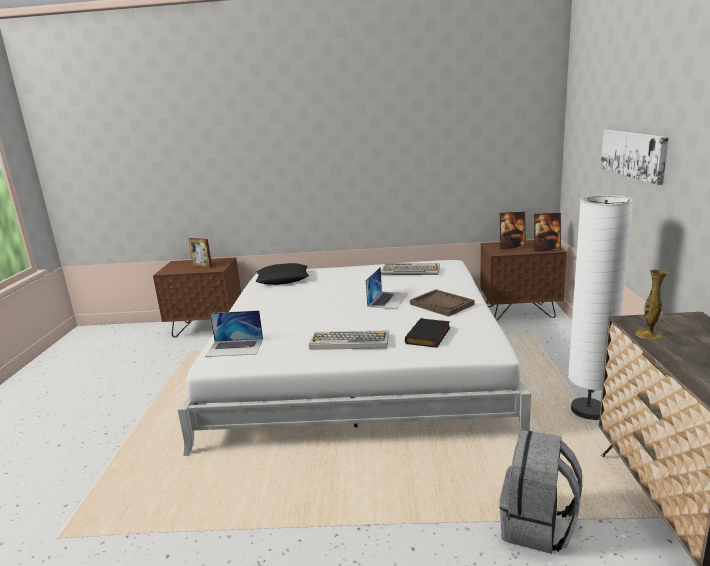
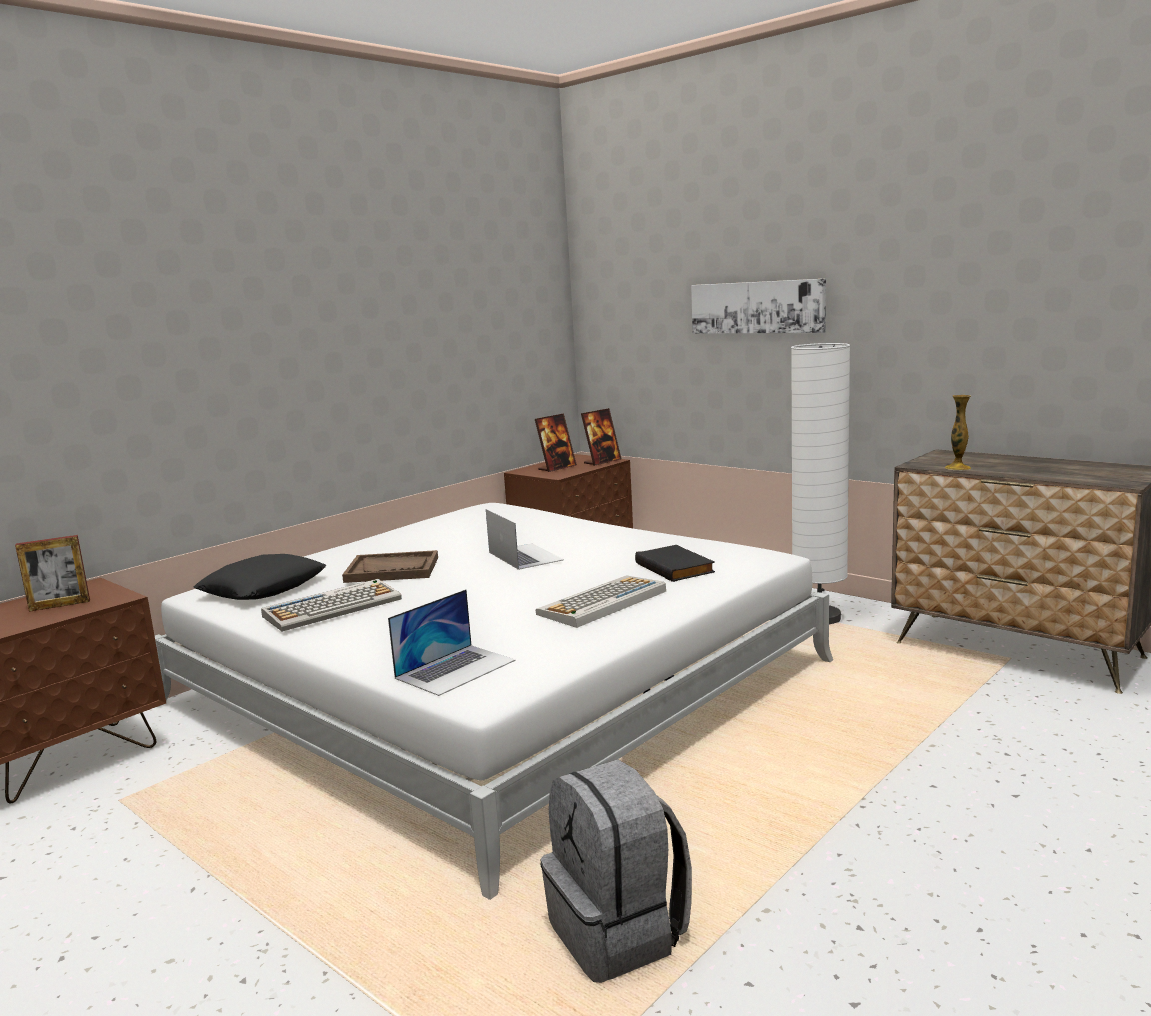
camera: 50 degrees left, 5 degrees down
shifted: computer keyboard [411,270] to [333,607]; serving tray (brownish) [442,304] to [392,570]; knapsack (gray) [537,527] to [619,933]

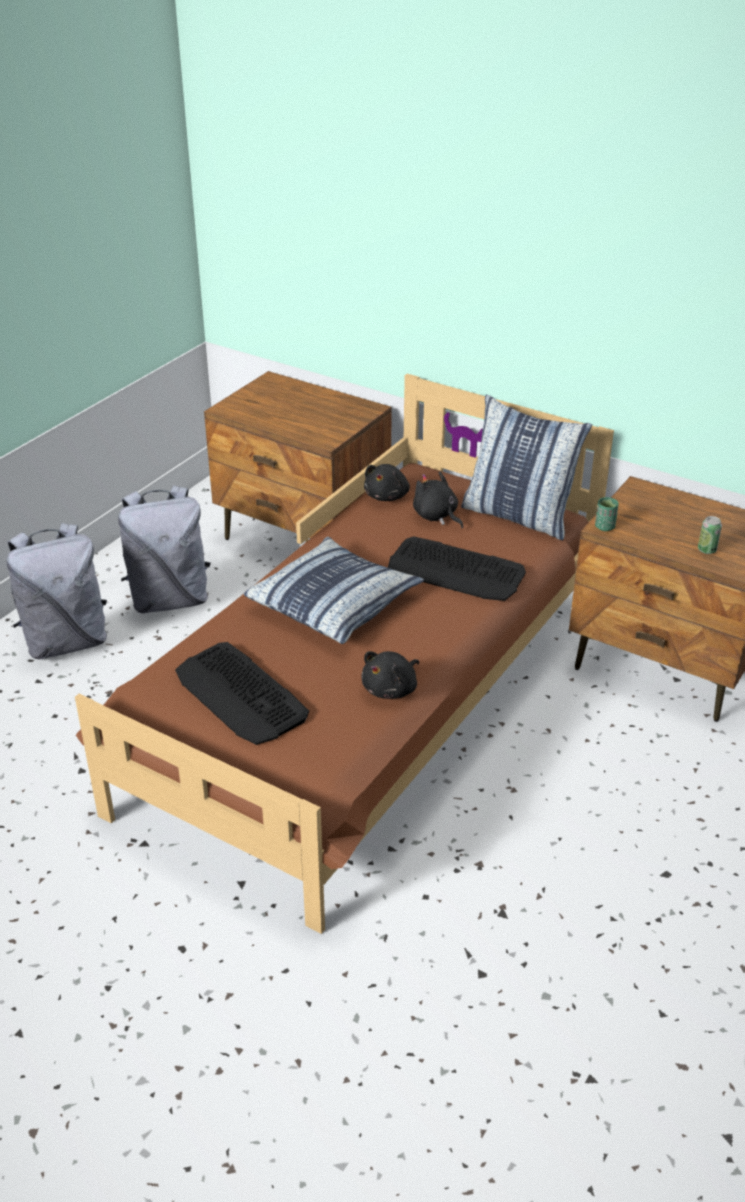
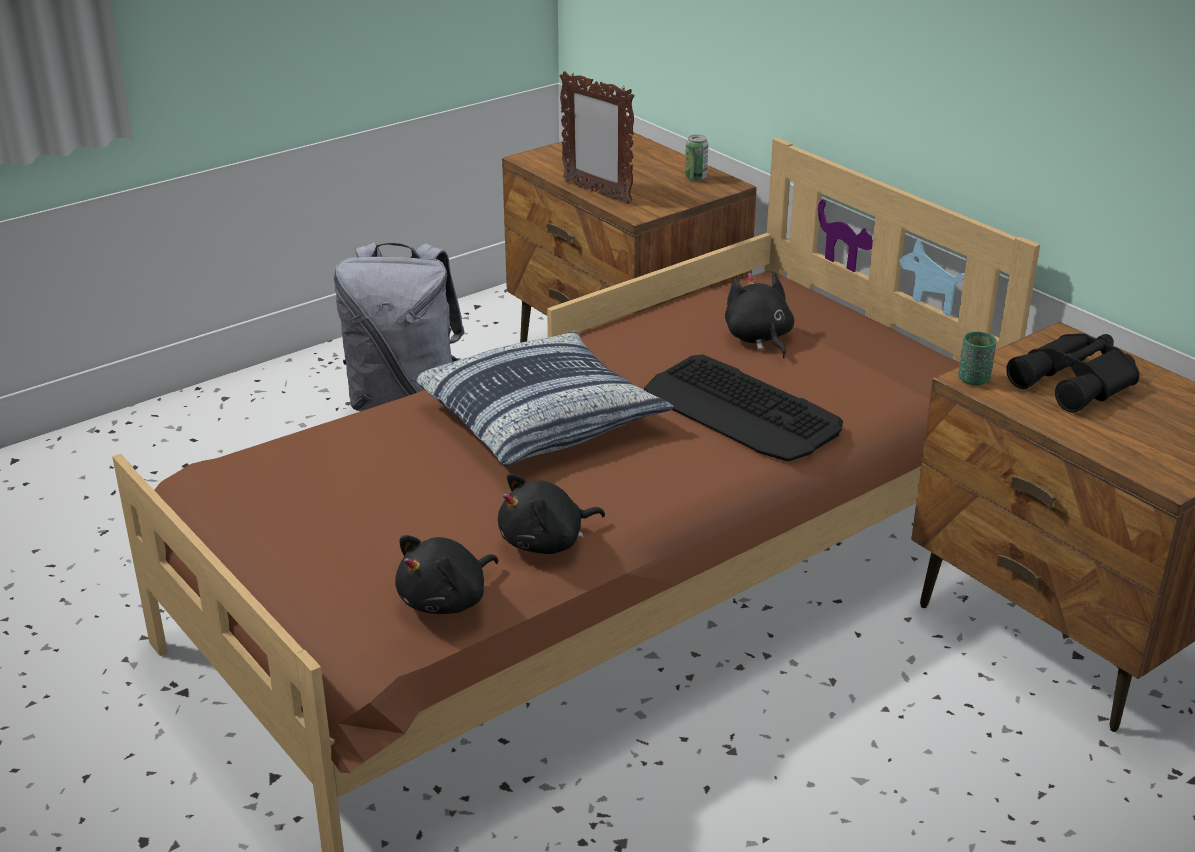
camera: 20 degrees right, 5 degrees down
gone: knapsack (gray) [66,641]; computer keyboard [240,694]; pillow [519,516]
new: standing frame [596,192]; pair of binoculars (black) [1076,383]
shifted: soft toy (black) [387,496] to [447,600]; can [707,550] to [695,178]

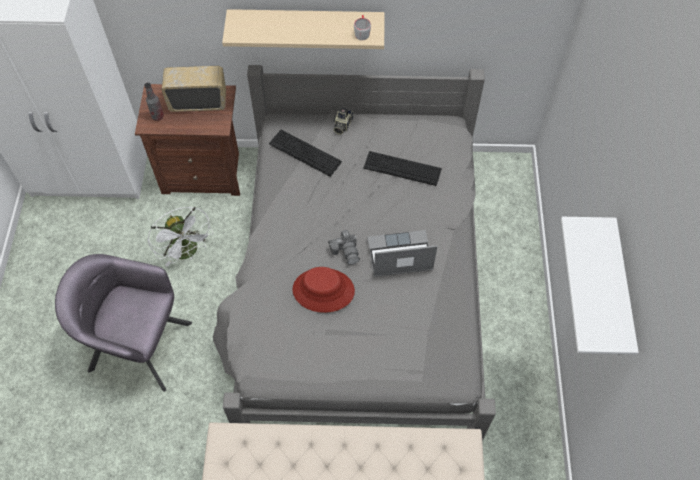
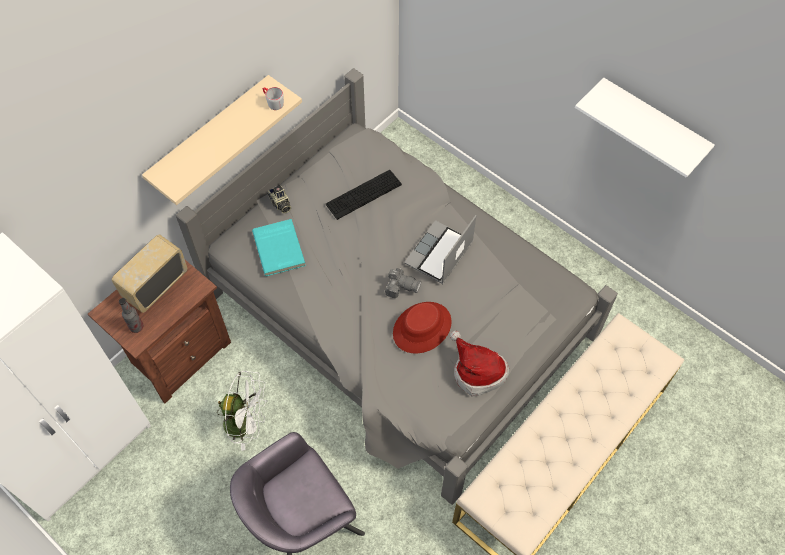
camera: 50 degrees left, 0 degrees up
new: wearable hat [476,371]
swapped: computer keyboard [305,153] to bound book (turquoise-coloured) [280,248]

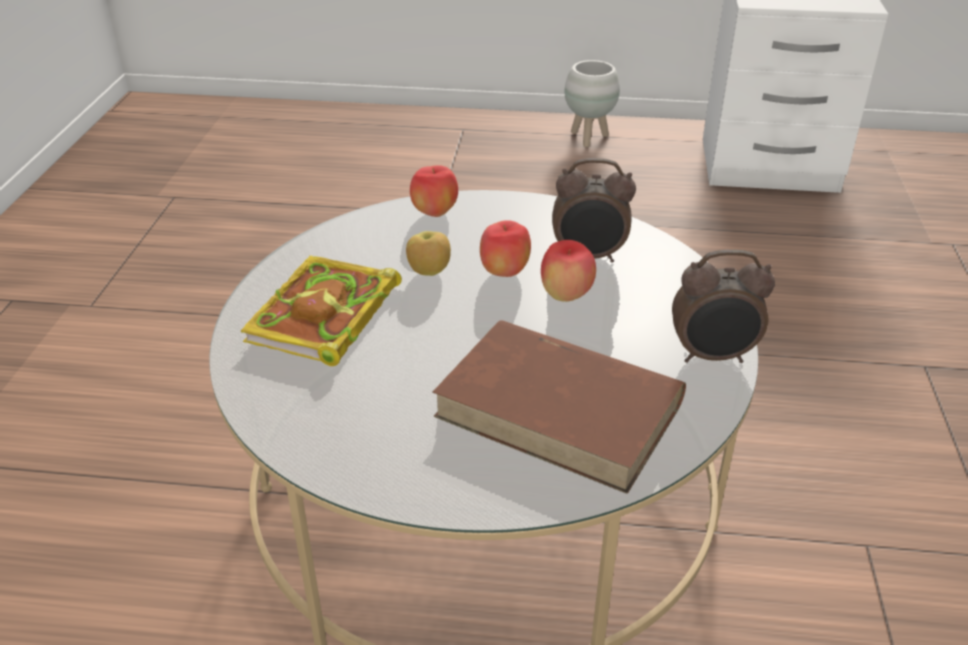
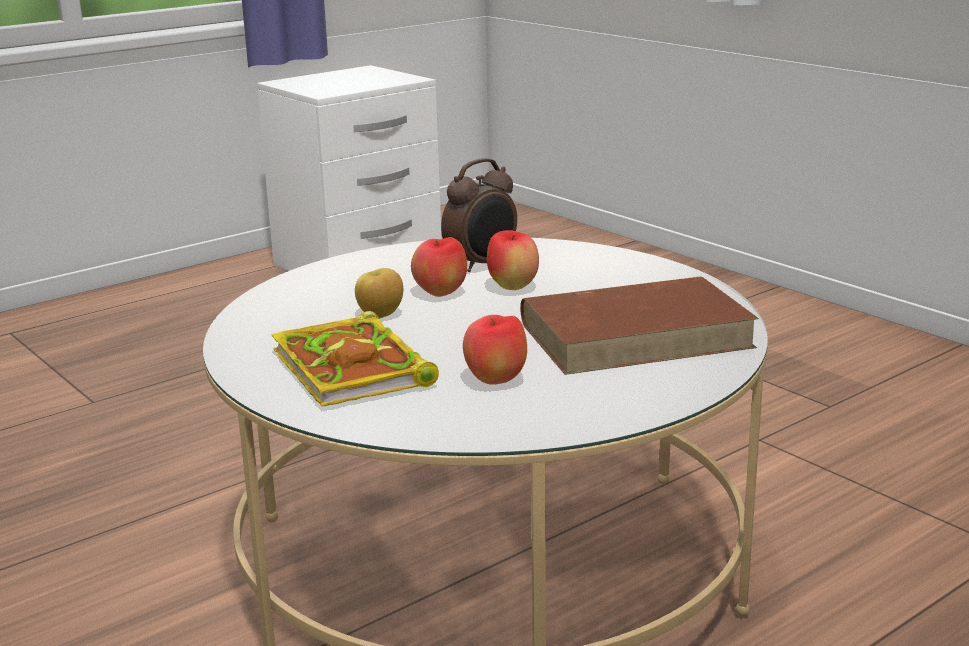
camera: 45 degrees left, 15 degrees down
gone: plant pot (whitish) [588,138]; table clock [713,356]
shifted: apple [435,213] to [495,381]

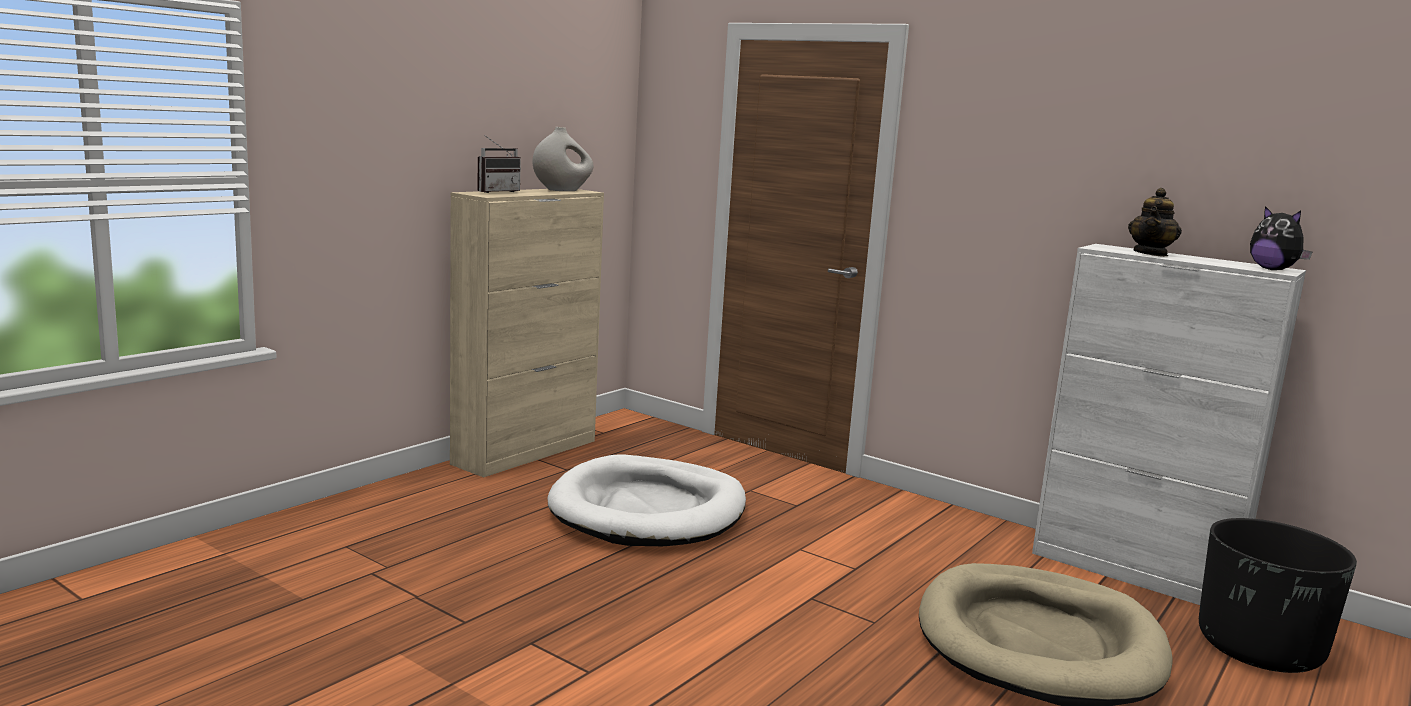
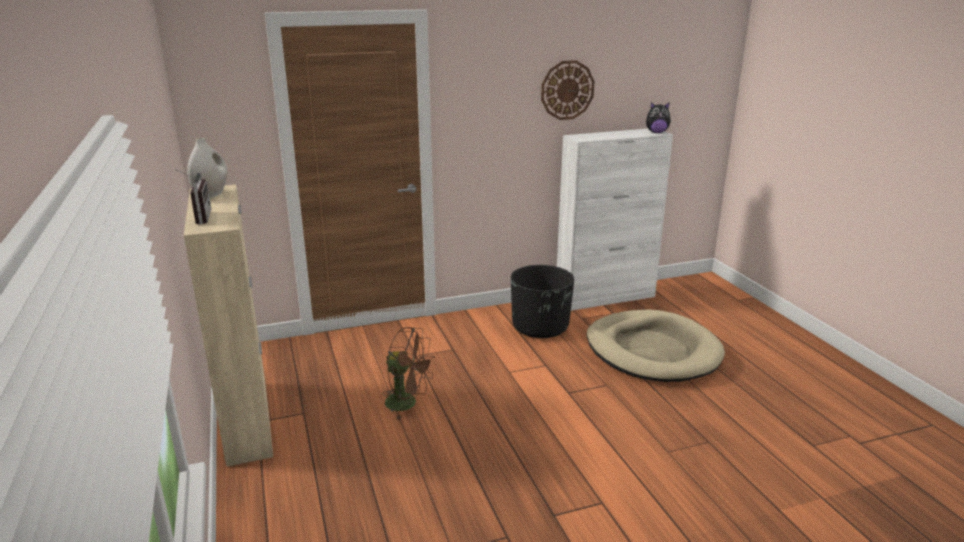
camera: 55 degrees left, 10 degrees up
gone: pot for tea [1151,254]
new: clock on the wall [567,90]
shifted: plant pot (black) [1259,648] to [540,327]
swapped: dog cushion (whitish) [648,510] to fan (brownish) [408,403]

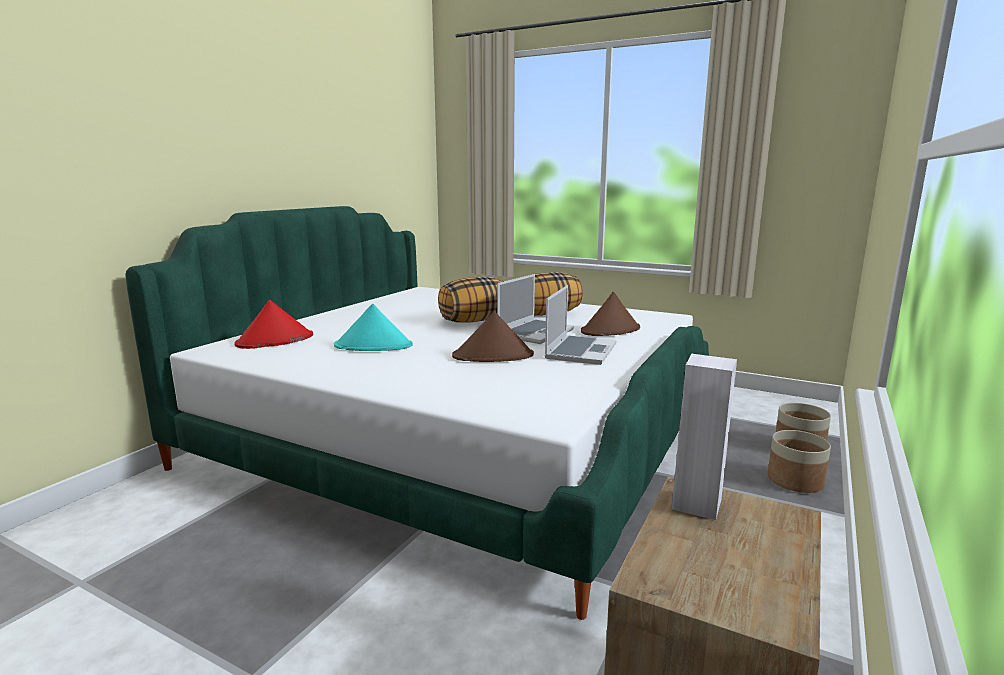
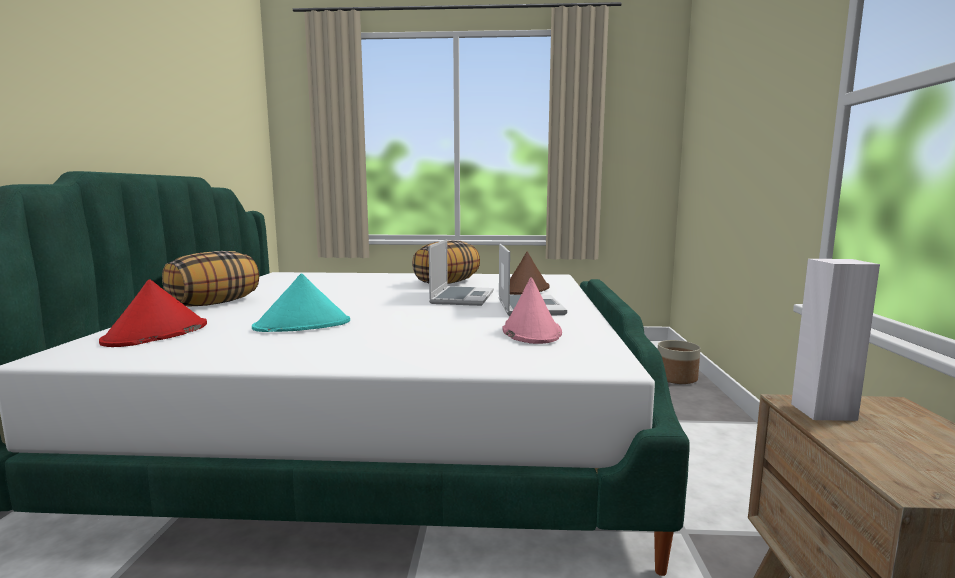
camera: 25 degrees left, 5 degrees down
gone: wearable hat (brownish) [493,356]; plant pot [795,481]
new: wearable hat (pinkish) [530,331]
shifted: pillow [475,321] to [215,303]

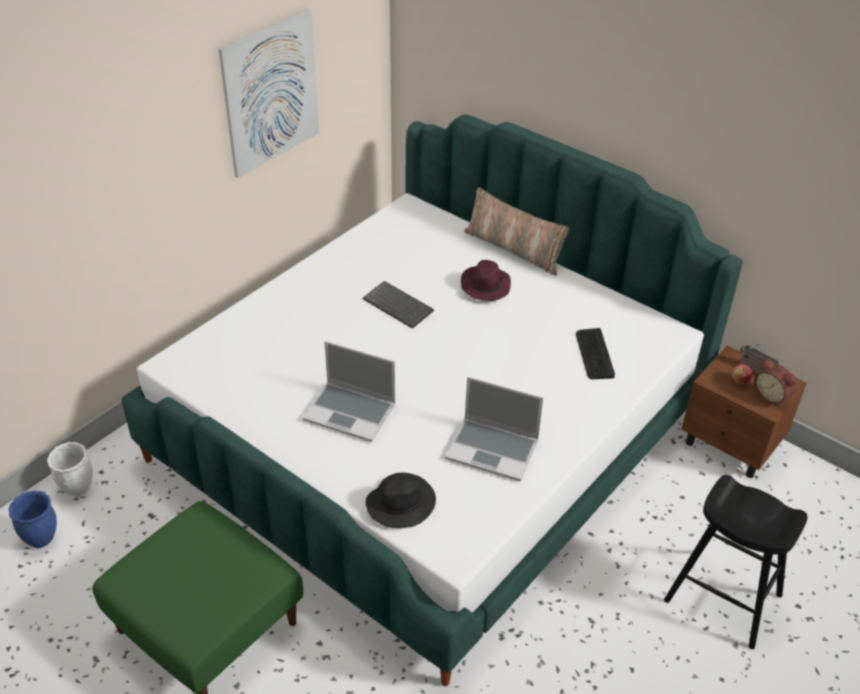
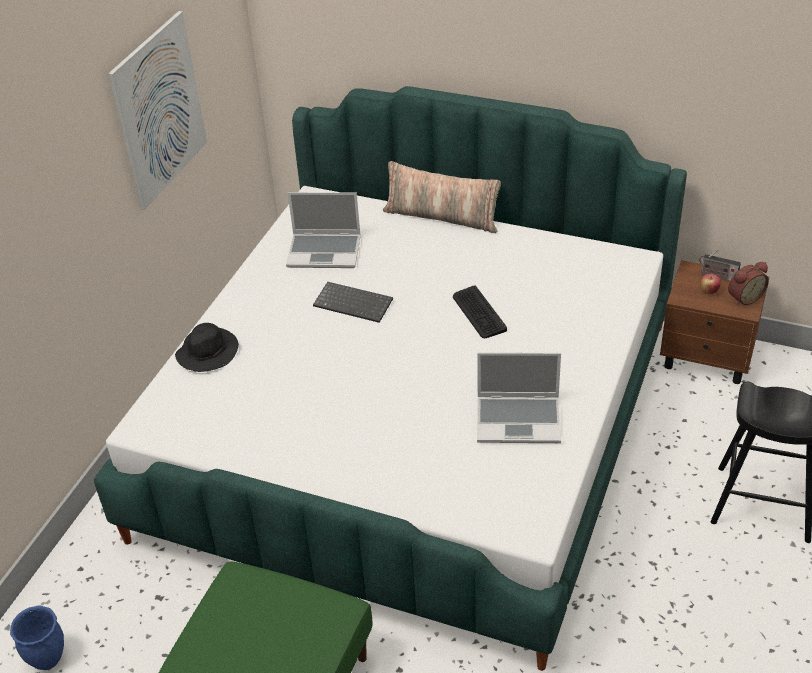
camera: 15 degrees left, 0 degrees up
gone: plant pot (whitish) [77,488]; wearable hat (purple-coloured) [485,286]
shifted: notebook computer [351,412] to [325,251]; wearable hat (black) [401,503] to [208,352]; computer keyboard [594,354] to [478,313]
rotated: table clock [771,396] = [743,297] 60 degrees counterclockwise

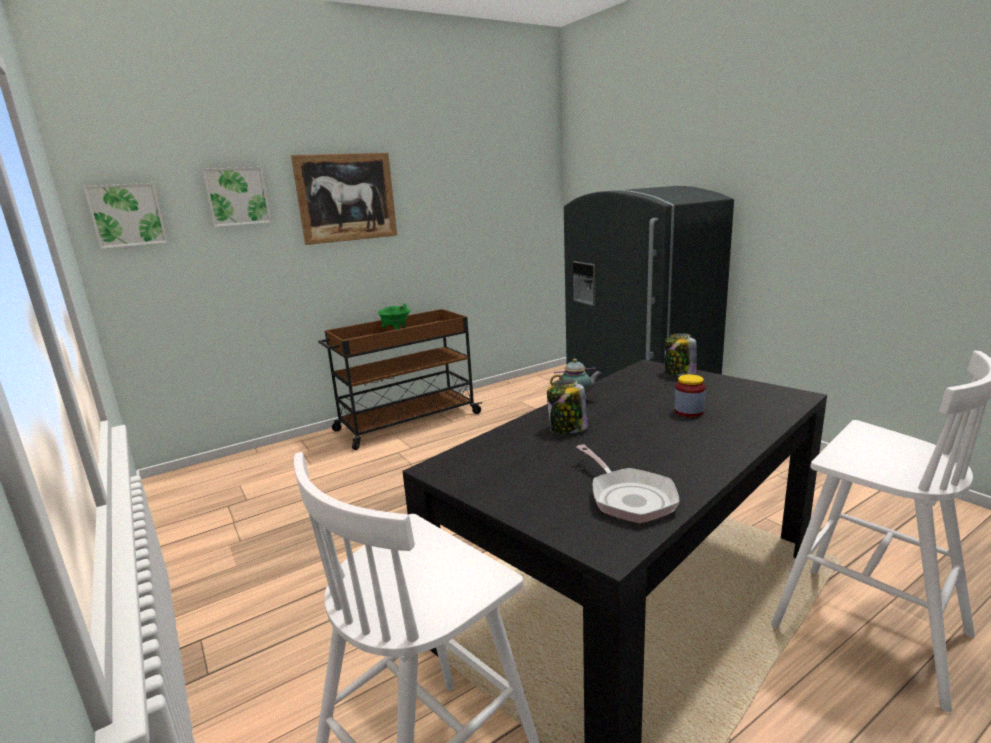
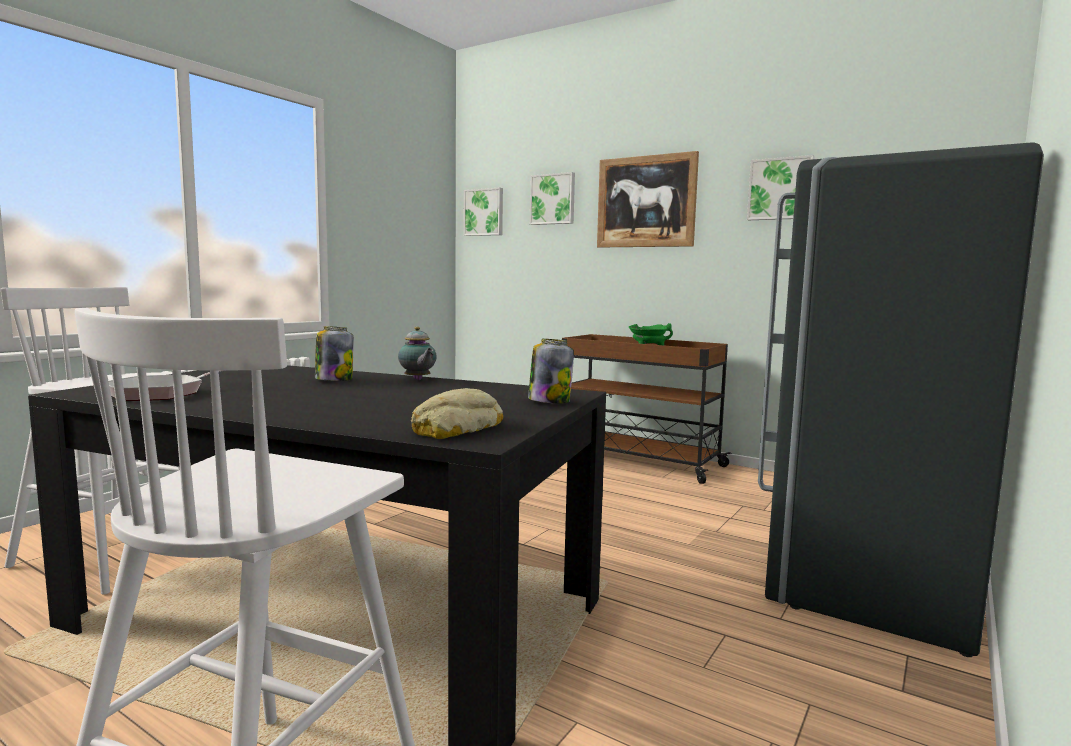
camera: 65 degrees right, 10 degrees down
gone: storage jar [689,412]
new: bakery bread [455,428]; picture [780,189]

